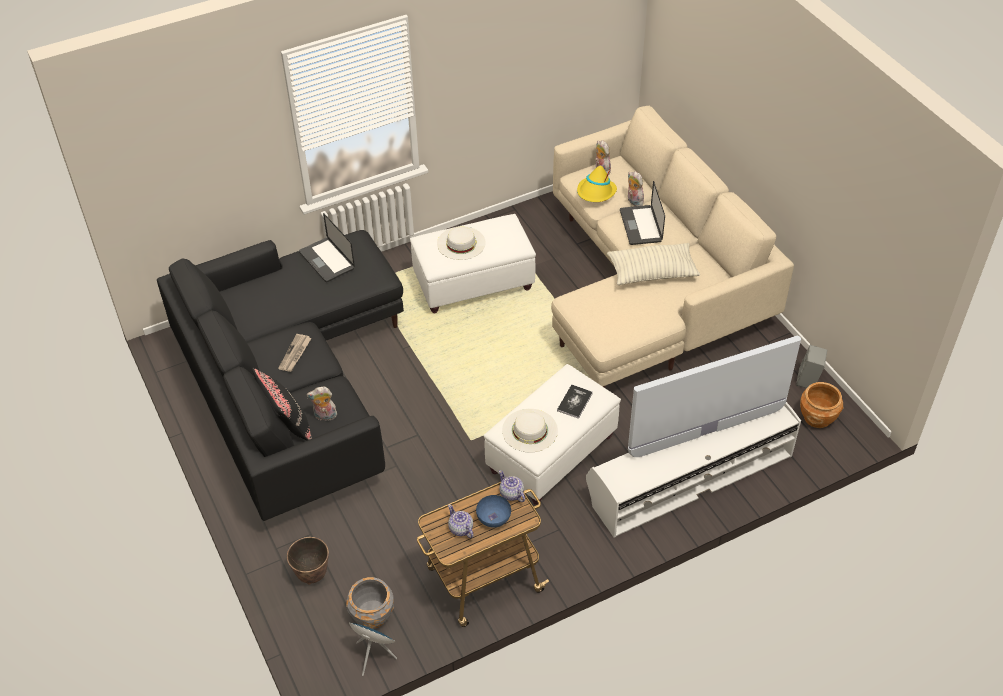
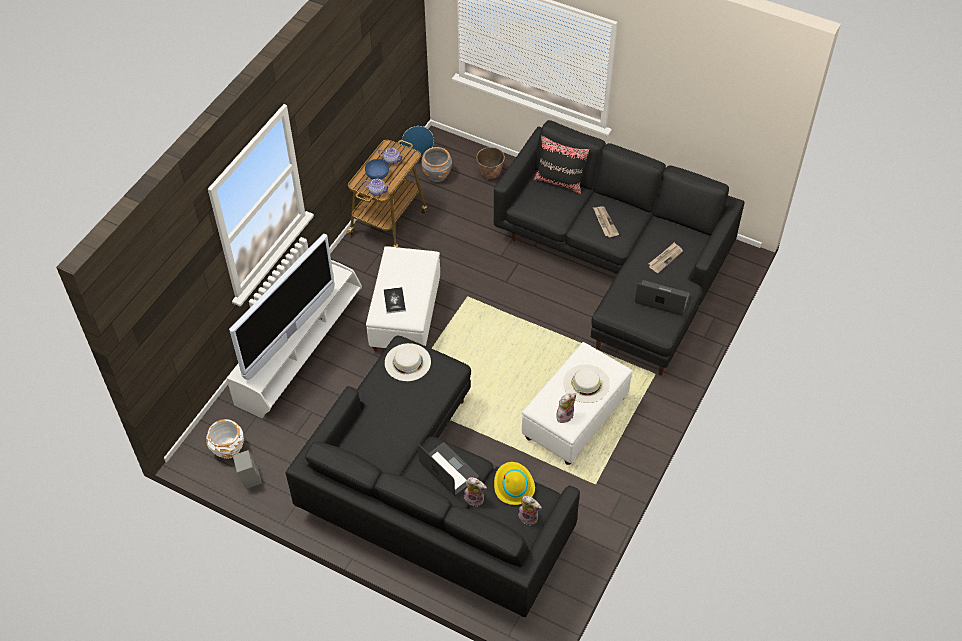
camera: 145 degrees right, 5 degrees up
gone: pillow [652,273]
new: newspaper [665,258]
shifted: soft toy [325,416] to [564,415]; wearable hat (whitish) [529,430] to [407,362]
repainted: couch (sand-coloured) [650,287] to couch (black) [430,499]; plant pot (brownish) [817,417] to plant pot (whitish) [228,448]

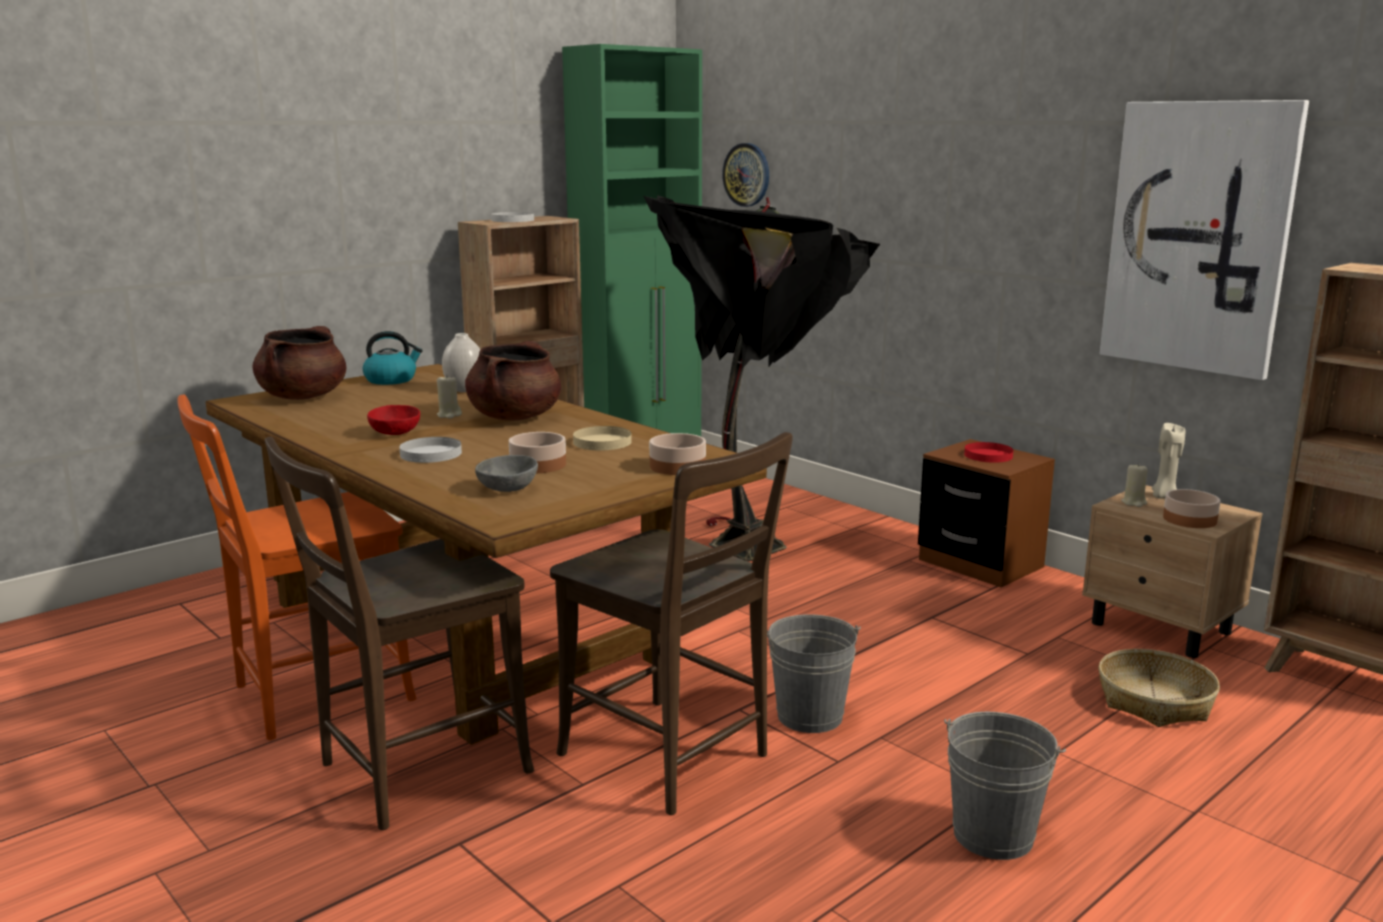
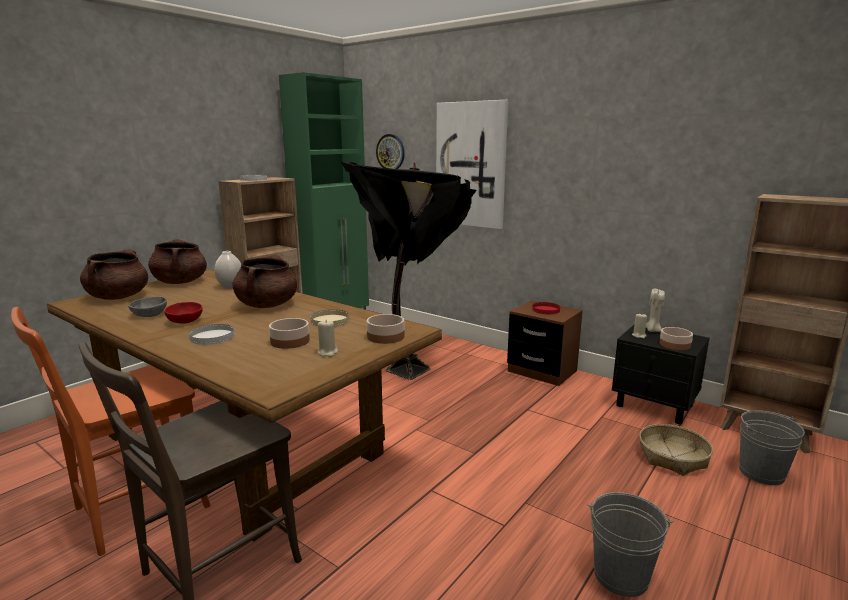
camera: 10 degrees left, 0 degrees up
gone: plain chair (brownish) [671,759]
shifted: wax candle (sand-coloured) [449,415] to [327,352]; bowl (gray) [507,489] to [149,315]; bucket (gray) [810,716] to [761,473]; picture [1198,237] to [471,165]
swapped: tea kettle [391,380] to stockpot (brownish) [180,282]
repainted: bedside table (sand-coloured) [1162,628] to bedside table (black) [655,406]

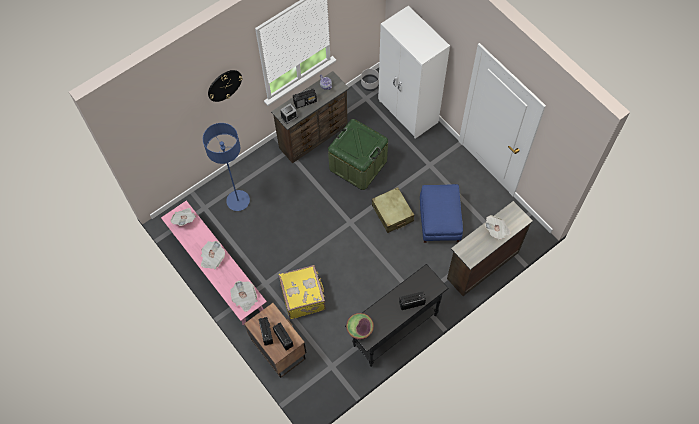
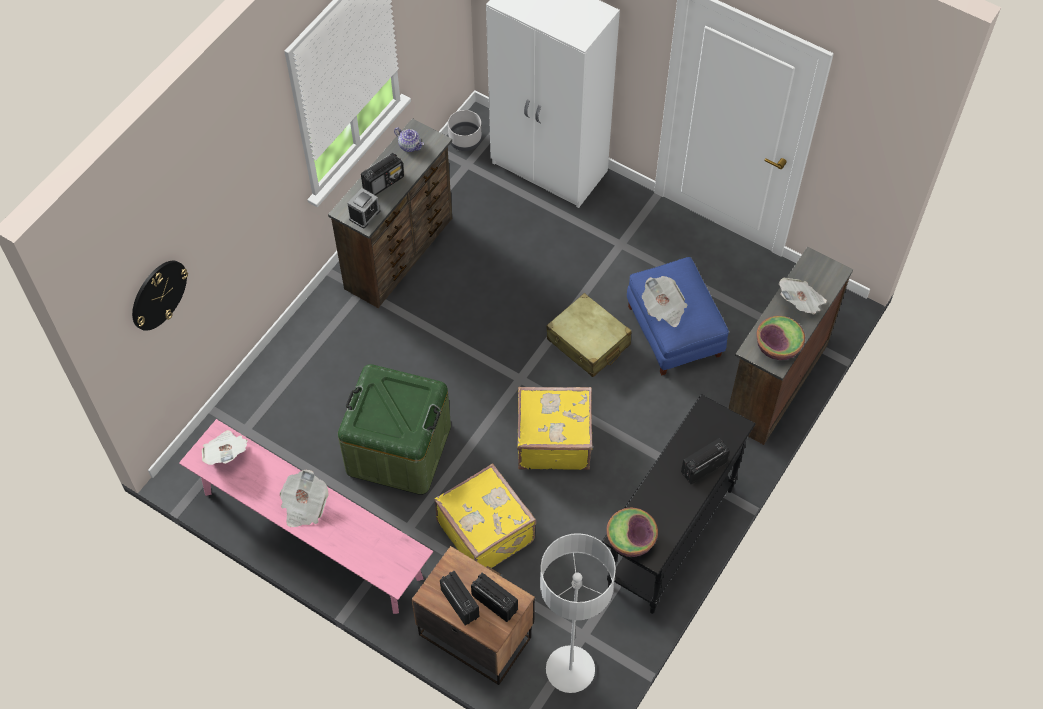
camera: 20 degrees left, 5 degrees down
gone: standing lamp (blue-coloured) [238,201]
new: suitcase (yellowish) [553,439]; standing lamp (gray) [570,670]; bowl [777,346]
shifted: clock on the wall [224,85] to [158,294]; newspaper [244,298] to [663,308]; storage bin (greenish) [358,165] to [398,449]

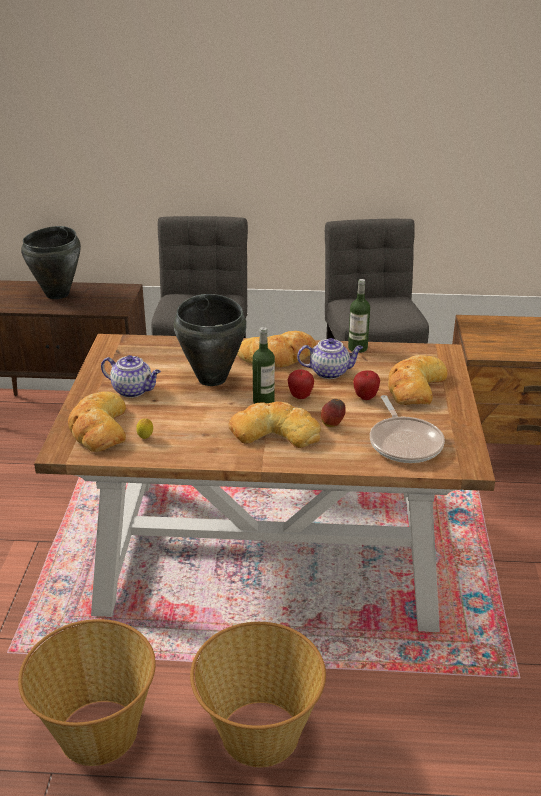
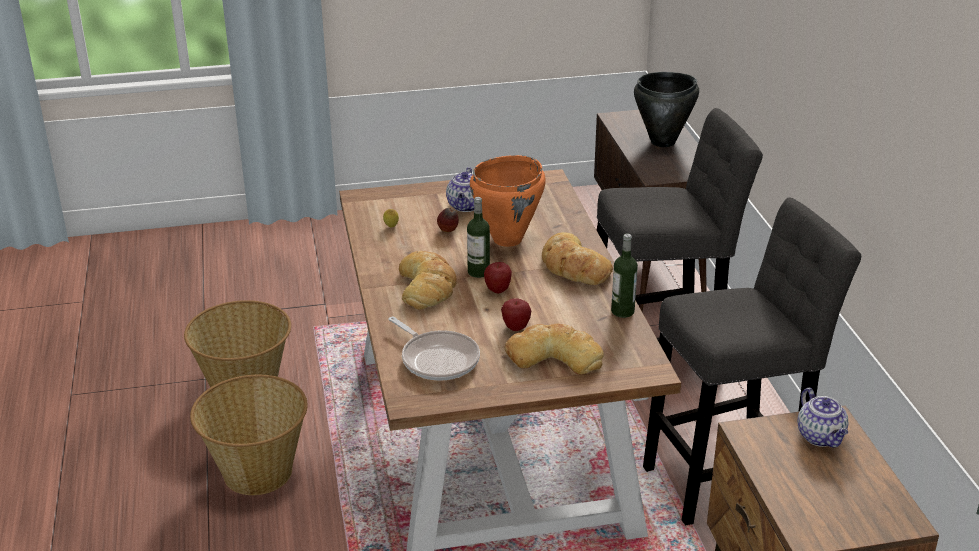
camera: 75 degrees right, 0 degrees up
gone: bakery bread [98,428]
shifted: pot for tea [330,372] to [821,437]; apple [332,424] to [448,231]
repainted: stockpot (black) [212,378] to stockpot (orange) [508,239]
rotated: frying pan [404,442] = [437,359] 105 degrees counterclockwise

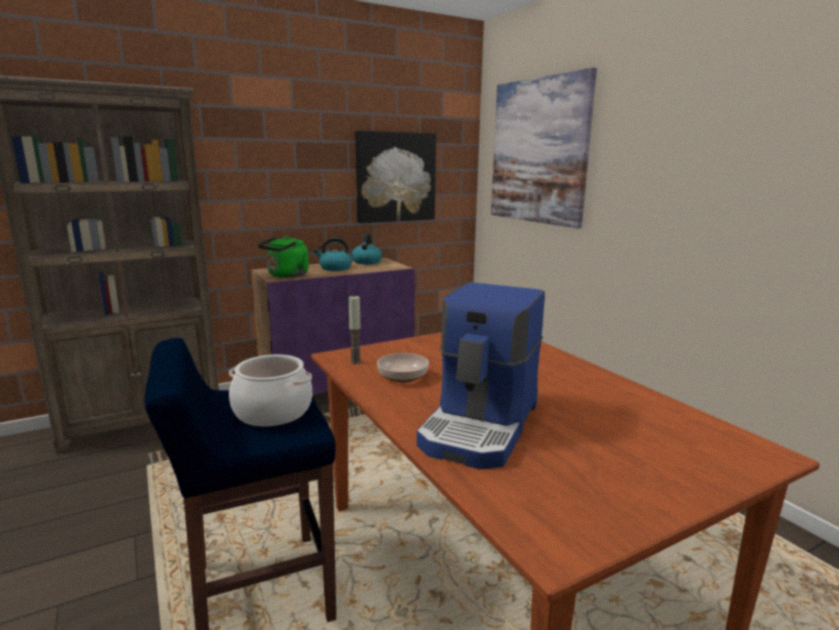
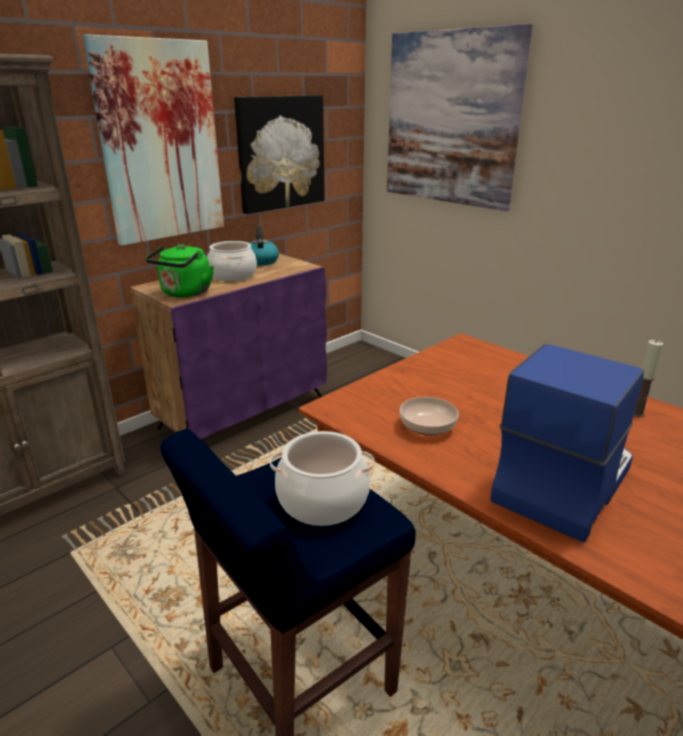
camera: 15 degrees left, 10 degrees up
new: picture [160,143]
shifted: wax candle [355,362] to [637,413]
swapped: tea kettle [335,268] to stockpot [233,275]
rotated: coffee machine [482,426] = [561,482] 150 degrees counterclockwise

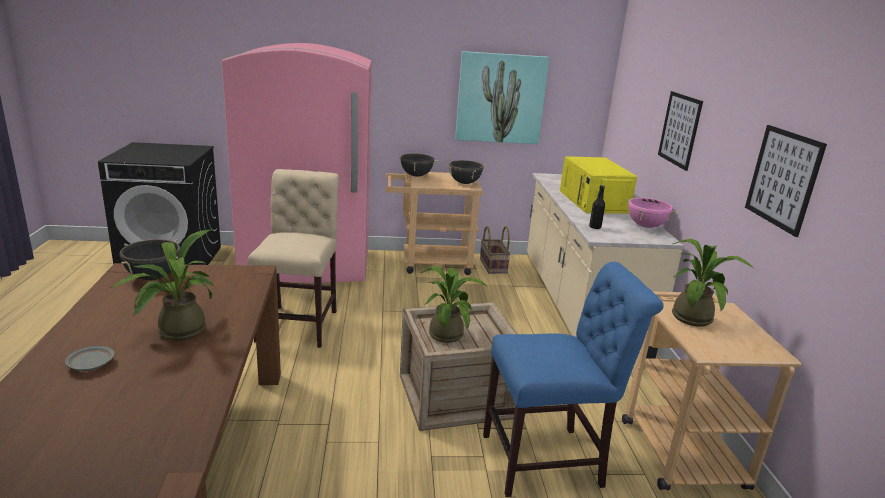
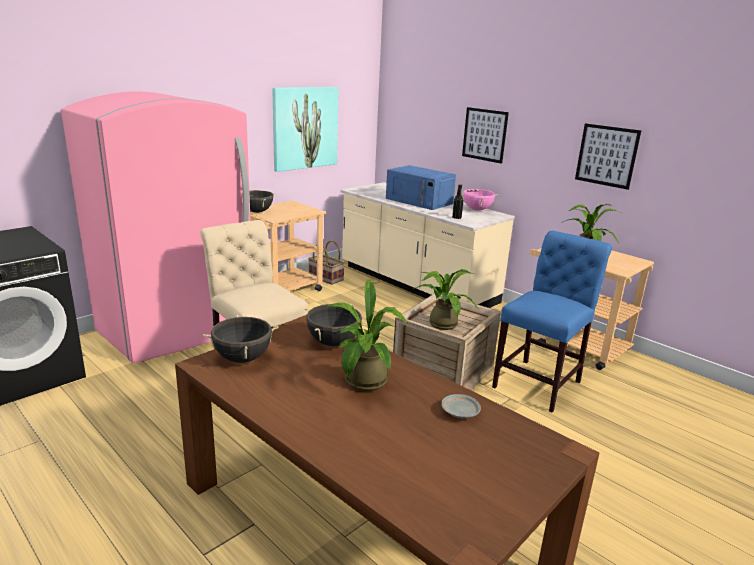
camera: 40 degrees left, 0 degrees up
shifted: flat dish (gray) [90,365] to [460,412]; stockpot (black) [464,183] to [333,343]
repainted: microwave (yellowish) [593,201] to microwave (blue-coloured) [419,201]

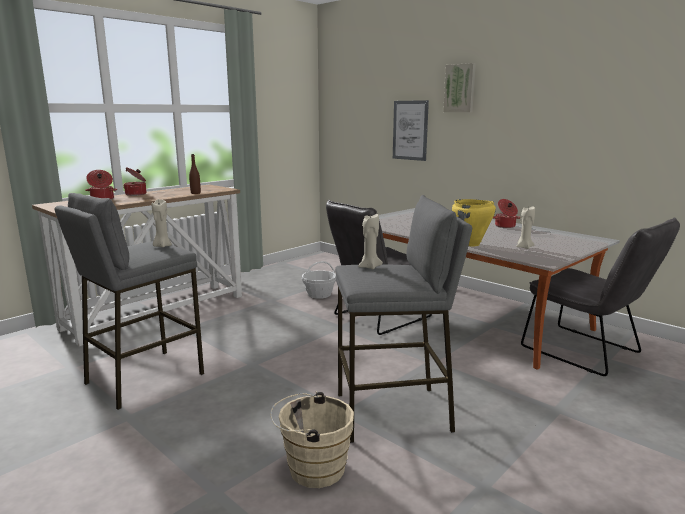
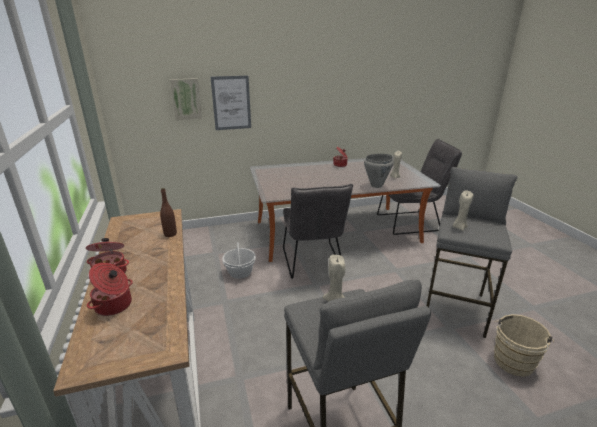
camera: 60 degrees left, 10 degrees up
shifted: picture [460,88] to [186,99]
repainted: stockpot (yellowish) [471,244] to stockpot (gray) [376,186]

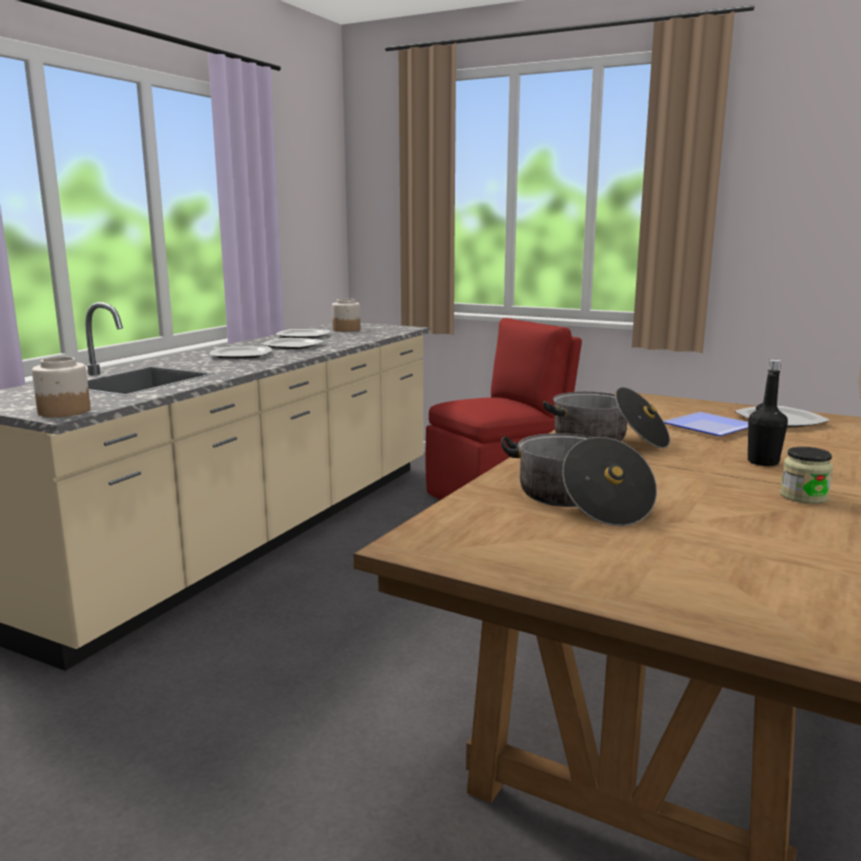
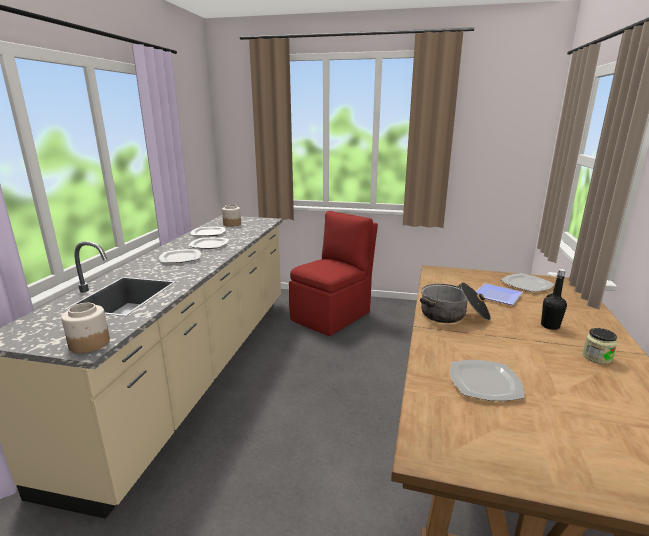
camera: 15 degrees left, 5 degrees up
swapped: stockpot [578,501] to flat dish [485,382]

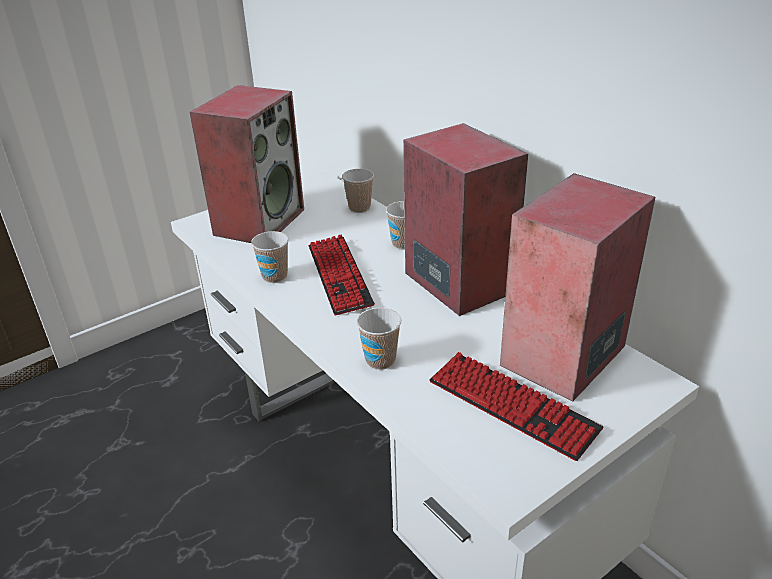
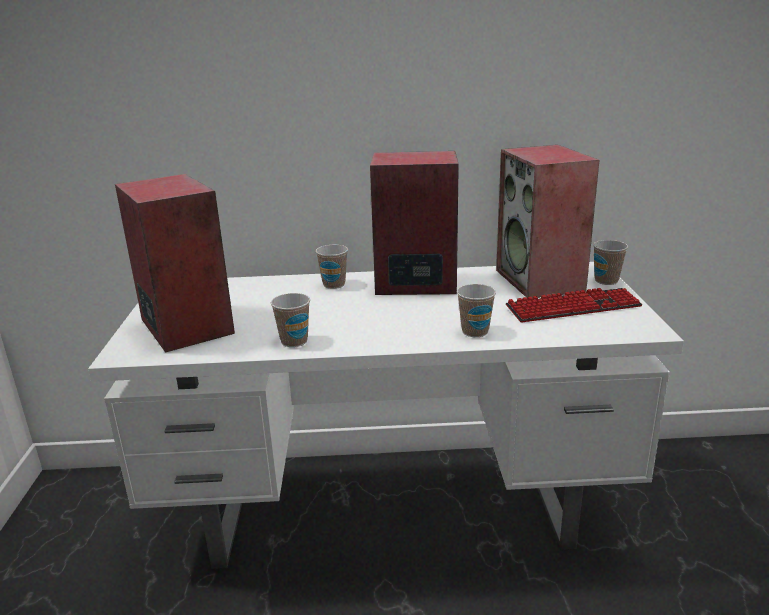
camera: 55 degrees left, 10 degrees down
gone: computer keyboard [339,276]
shifted: small cup [359,208] to [606,281]

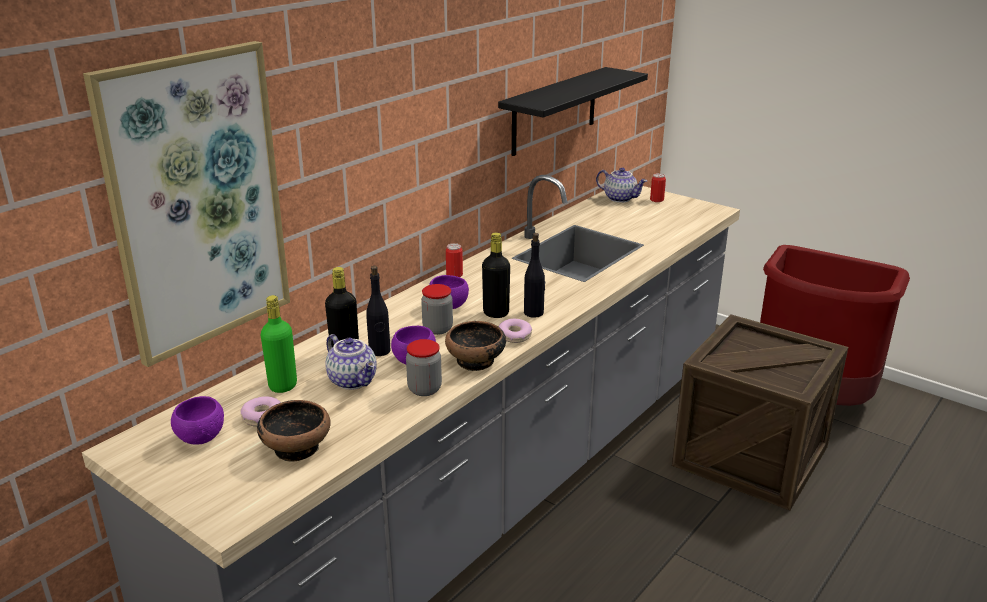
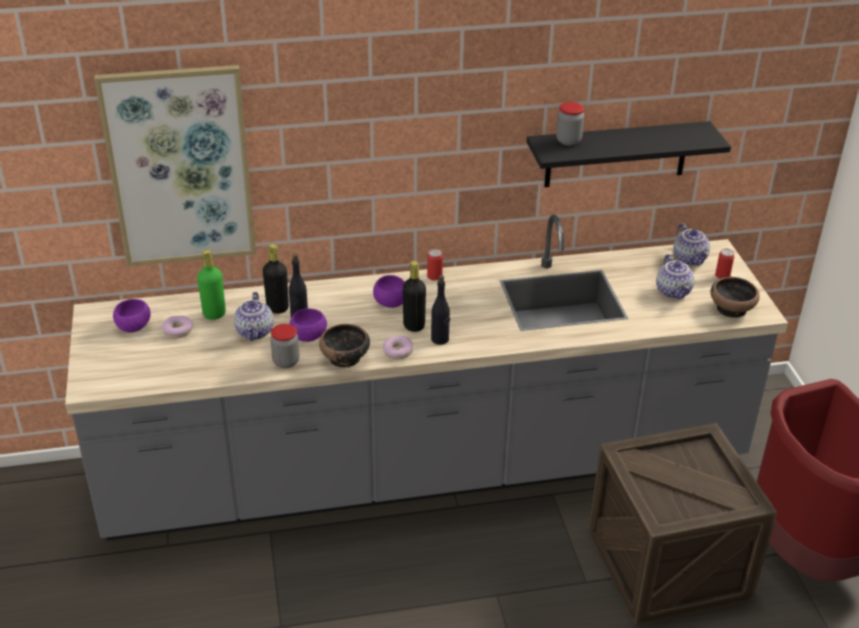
camera: 40 degrees right, 10 degrees up
new: pot for tea [674,292]
shifted: bowl [297,447] to [732,309]; storage jar [437,329] to [568,141]

